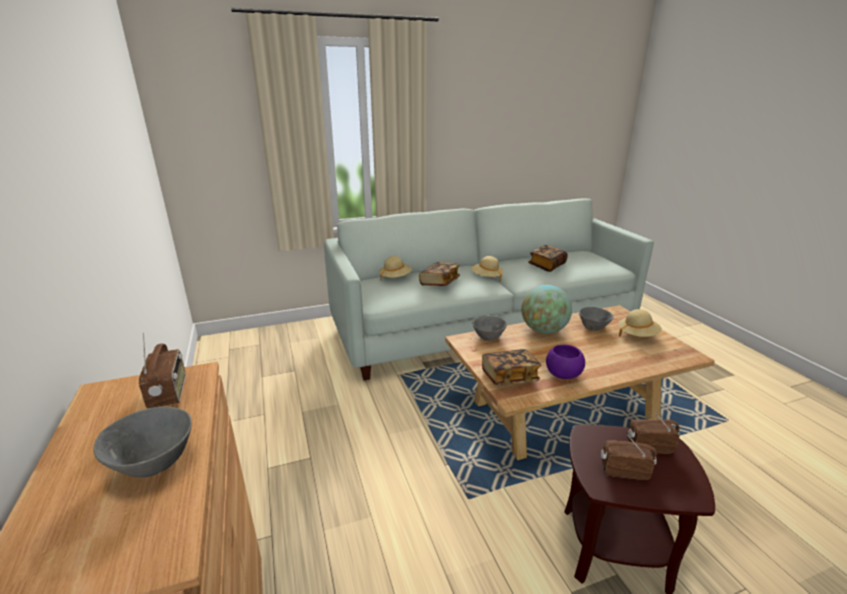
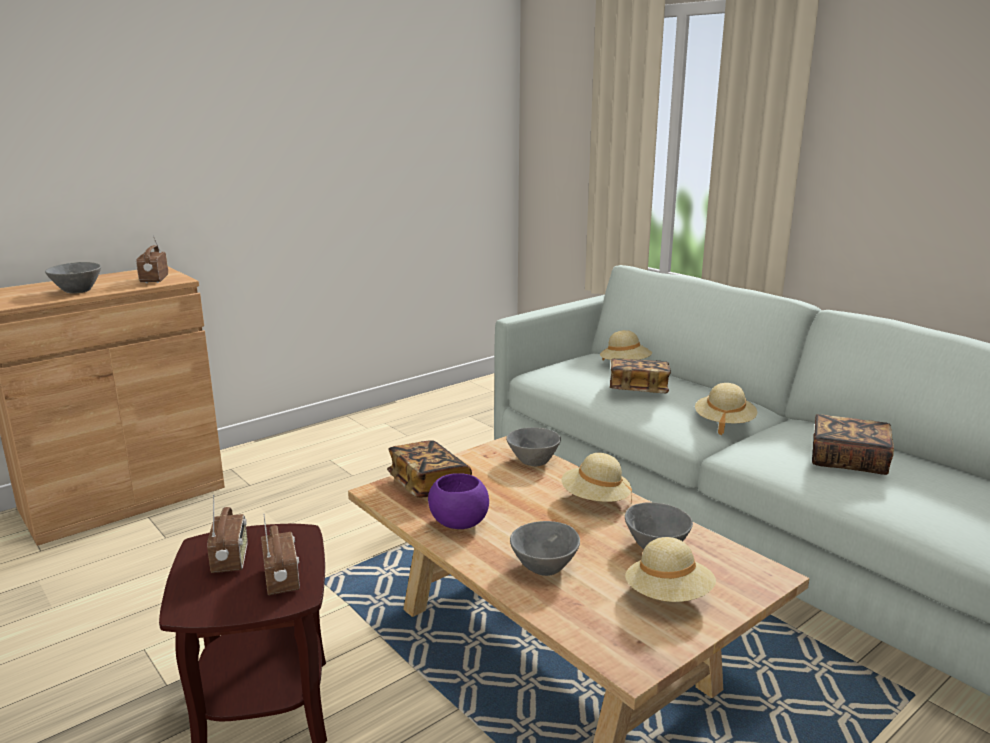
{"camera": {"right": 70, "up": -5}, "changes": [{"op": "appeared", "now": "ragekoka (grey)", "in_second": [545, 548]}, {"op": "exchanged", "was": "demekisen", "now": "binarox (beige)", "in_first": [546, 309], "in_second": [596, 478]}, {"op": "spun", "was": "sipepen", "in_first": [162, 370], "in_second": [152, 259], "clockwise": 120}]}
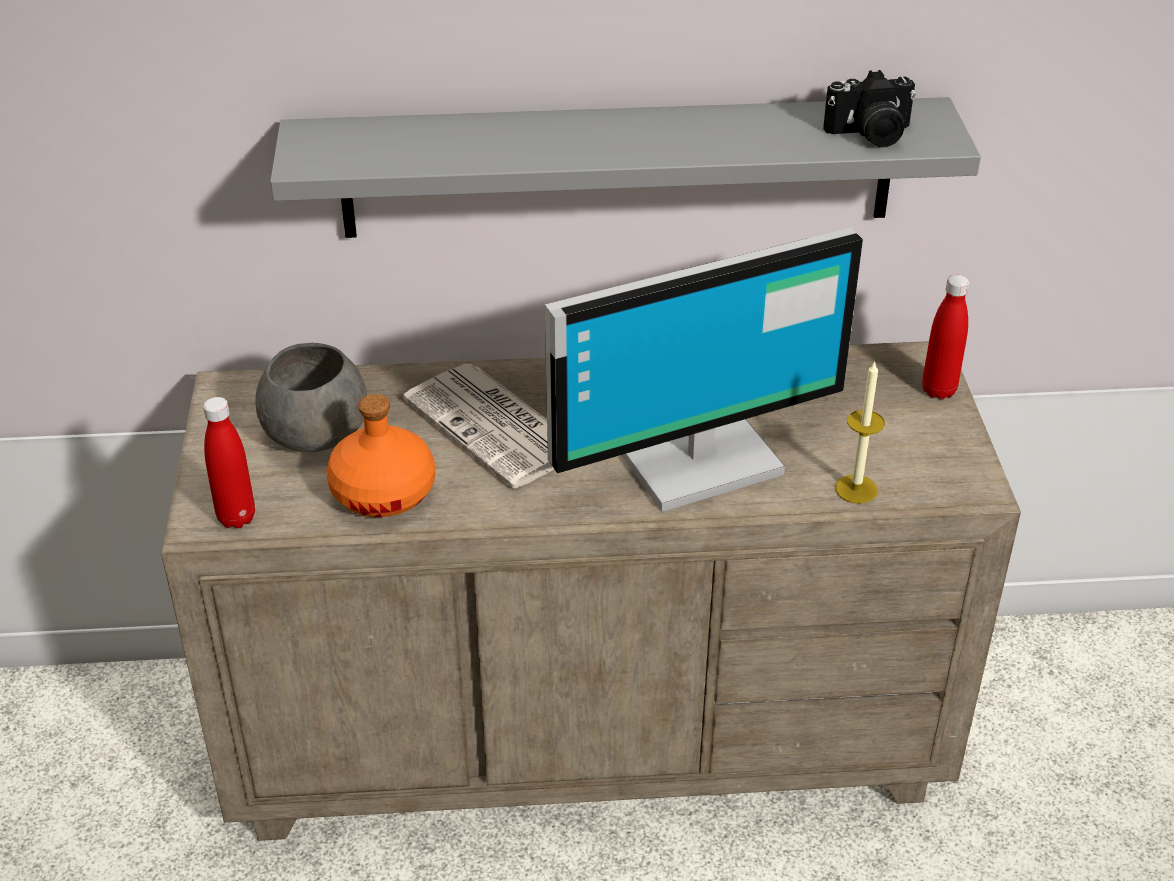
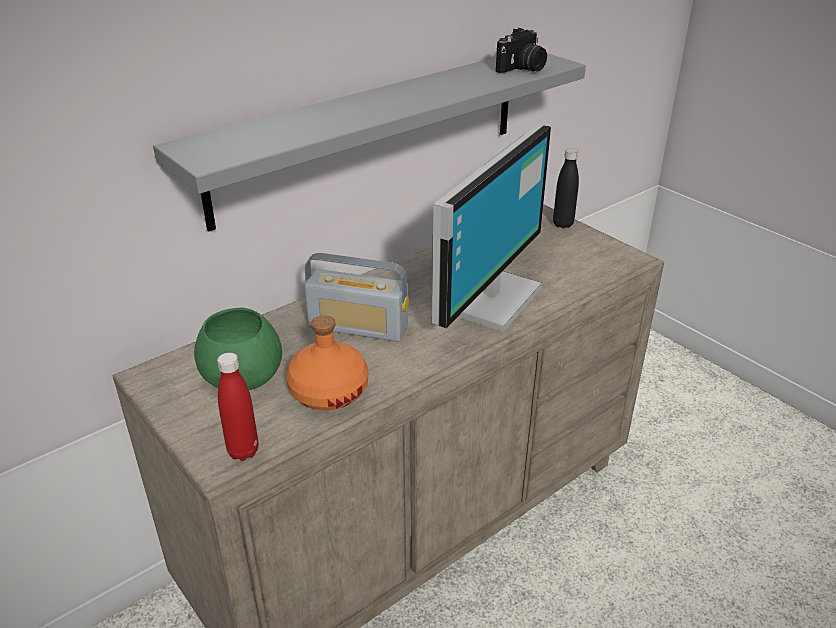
{"camera": {"right": -35, "up": -5}, "changes": [{"op": "missing", "was": "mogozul", "in_first": [860, 432]}, {"op": "exchanged", "was": "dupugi", "now": "sipepen", "in_first": [478, 426], "in_second": [356, 297]}, {"op": "colour", "was": "ragekoka (grey)", "now": "ragekoka (green)", "in_first": [311, 397], "in_second": [238, 349]}, {"op": "colour", "was": "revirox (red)", "now": "revirox (black)", "in_first": [945, 337], "in_second": [566, 188]}]}
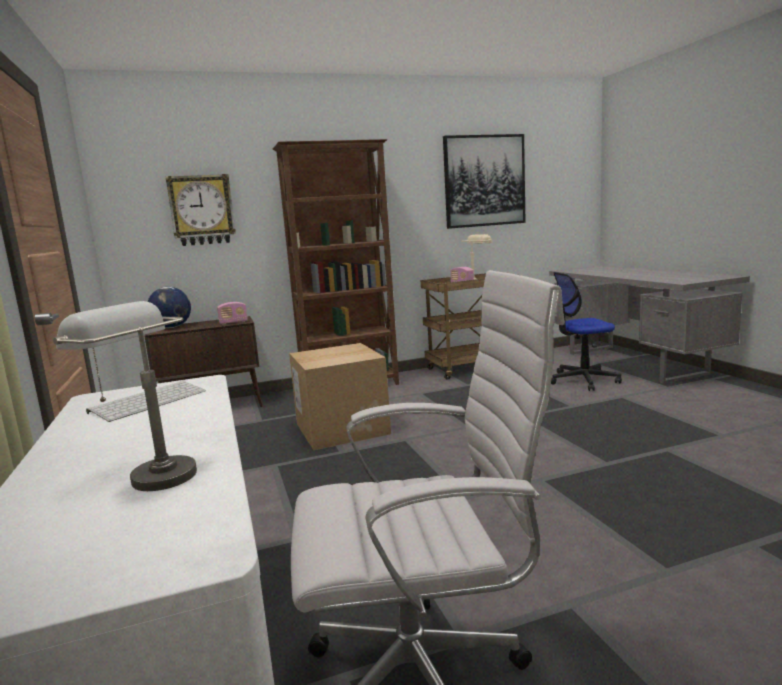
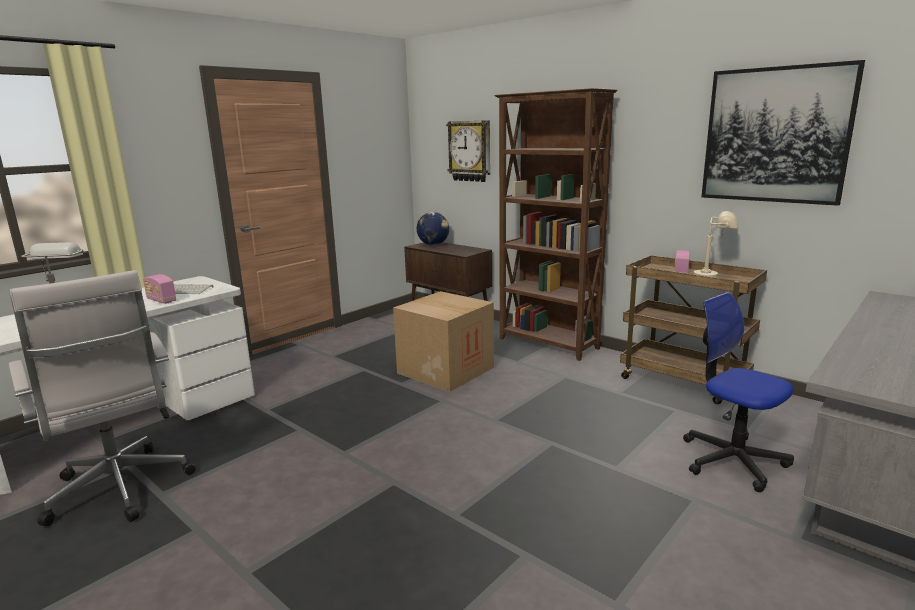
{"camera": {"right": 60, "up": 5}, "changes": [{"op": "relocated", "was": "sipepen", "in_first": [232, 313], "in_second": [159, 289]}]}
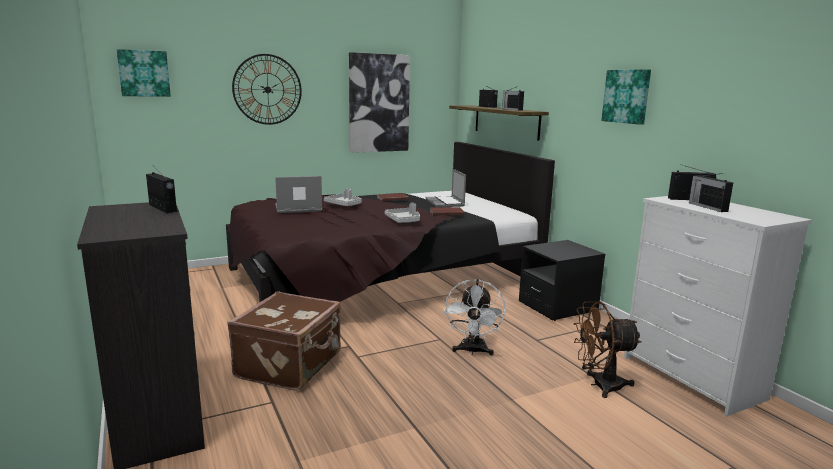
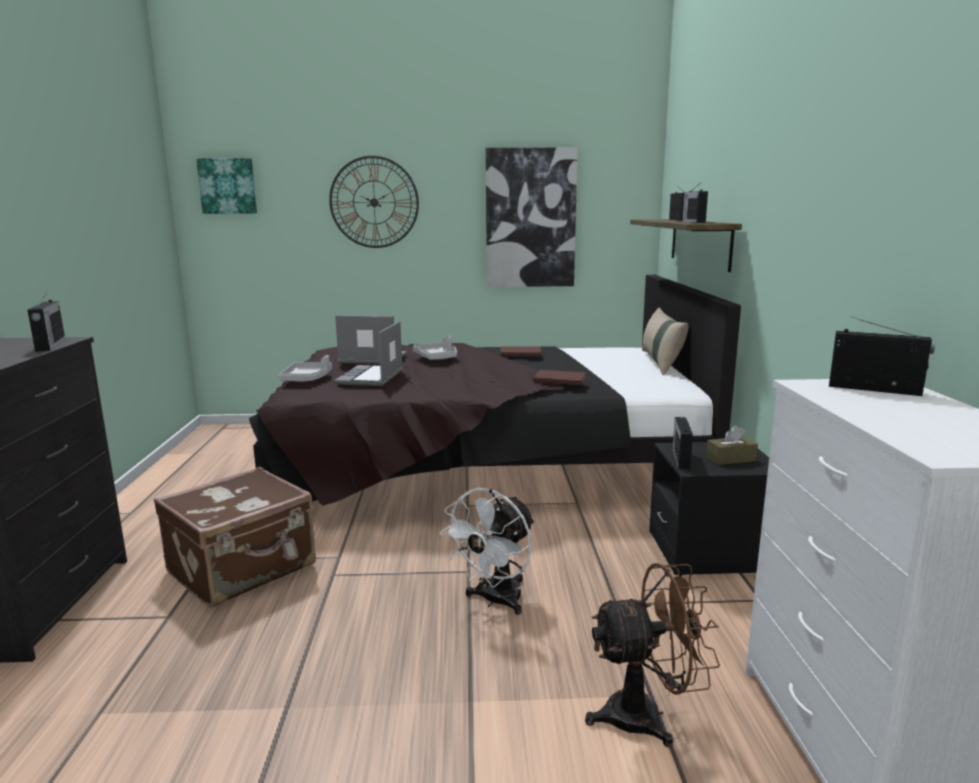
{"camera": {"right": 25, "up": 0}, "changes": [{"op": "missing", "was": "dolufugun", "in_first": [626, 97]}, {"op": "appeared", "now": "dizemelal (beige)", "in_second": [665, 341]}, {"op": "appeared", "now": "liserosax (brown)", "in_second": [732, 445]}, {"op": "relocated", "was": "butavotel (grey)", "in_first": [402, 213], "in_second": [305, 368]}, {"op": "relocated", "was": "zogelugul", "in_first": [445, 188], "in_second": [368, 353]}, {"op": "relocated", "was": "sipepen", "in_first": [711, 192], "in_second": [683, 443]}, {"op": "spun", "was": "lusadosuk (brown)", "in_first": [608, 350], "in_second": [652, 655], "clockwise": 150}]}
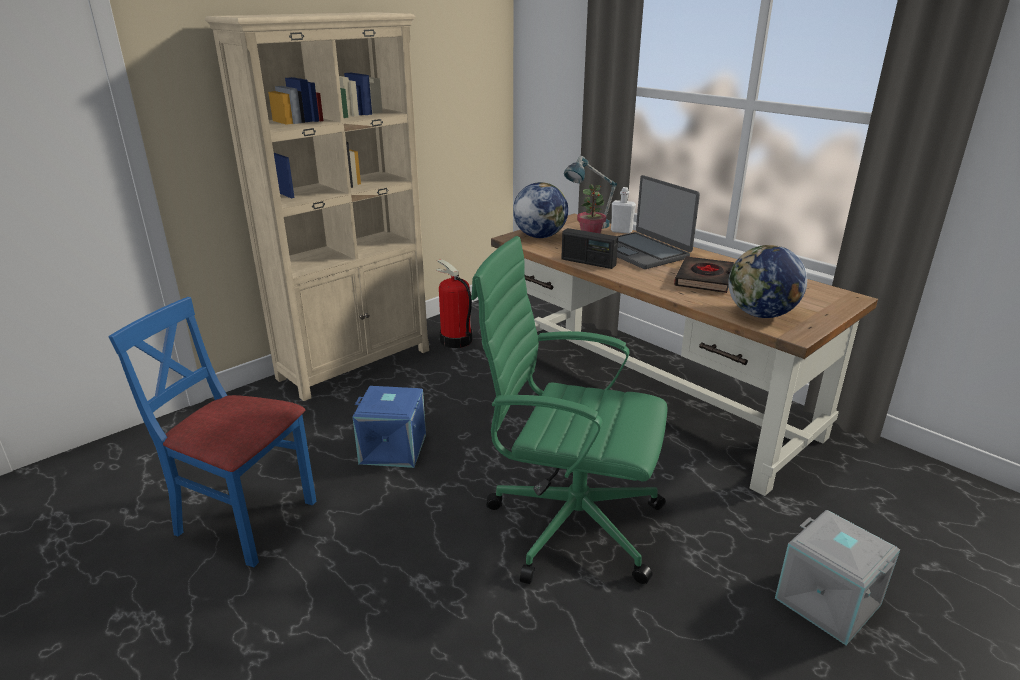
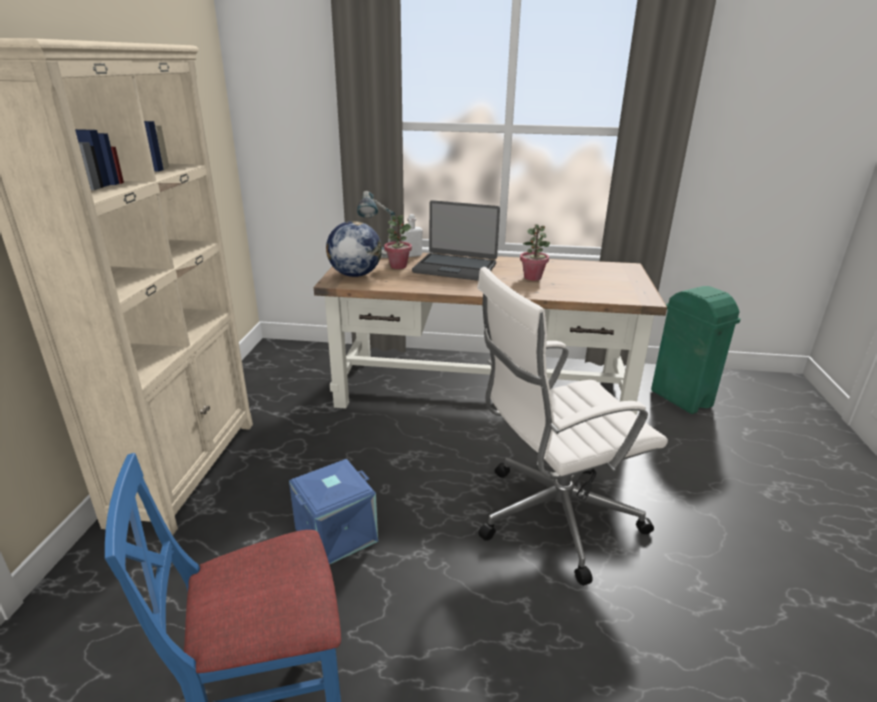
{"camera": {"right": -40, "up": 0}, "changes": [{"op": "missing", "was": "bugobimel", "in_first": [454, 303]}, {"op": "missing", "was": "sipepen", "in_first": [589, 248]}, {"op": "missing", "was": "demekisen", "in_first": [768, 281]}, {"op": "missing", "was": "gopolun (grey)", "in_first": [837, 577]}, {"op": "appeared", "now": "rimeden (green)", "in_second": [696, 350]}, {"op": "exchanged", "was": "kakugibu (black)", "now": "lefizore", "in_first": [704, 274], "in_second": [535, 252]}, {"op": "colour", "was": "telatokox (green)", "now": "telatokox (white)", "in_first": [569, 410], "in_second": [572, 426]}]}
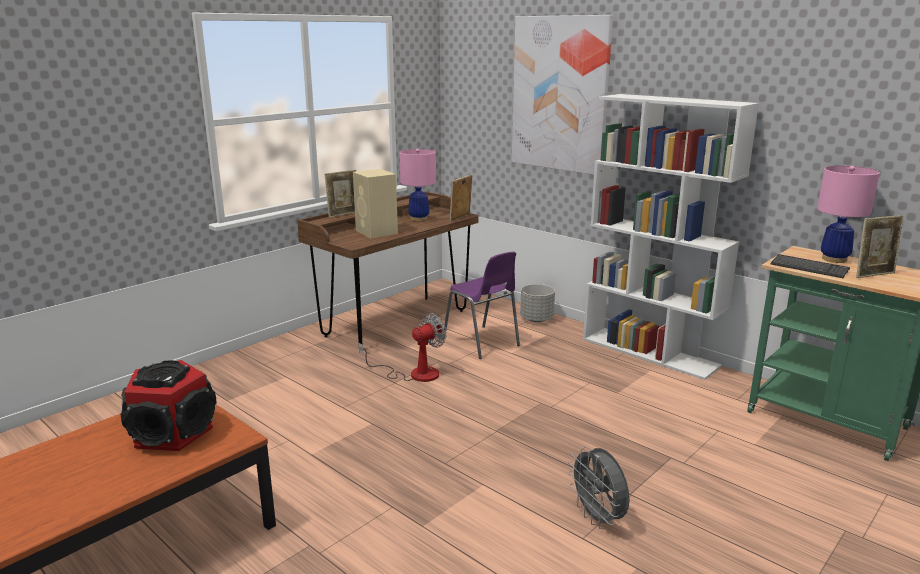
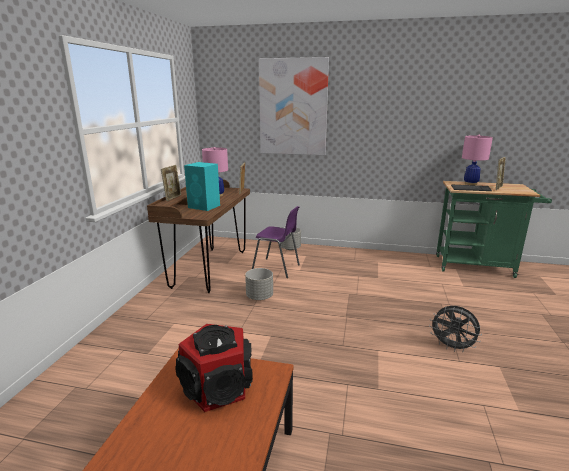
{"camera": {"right": -30, "up": 0}, "changes": [{"op": "missing", "was": "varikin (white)", "in_first": [671, 237]}, {"op": "exchanged", "was": "lusadosuk", "now": "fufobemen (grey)", "in_first": [402, 347], "in_second": [259, 284]}, {"op": "colour", "was": "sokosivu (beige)", "now": "sokosivu (turquoise)", "in_first": [375, 203], "in_second": [202, 186]}]}
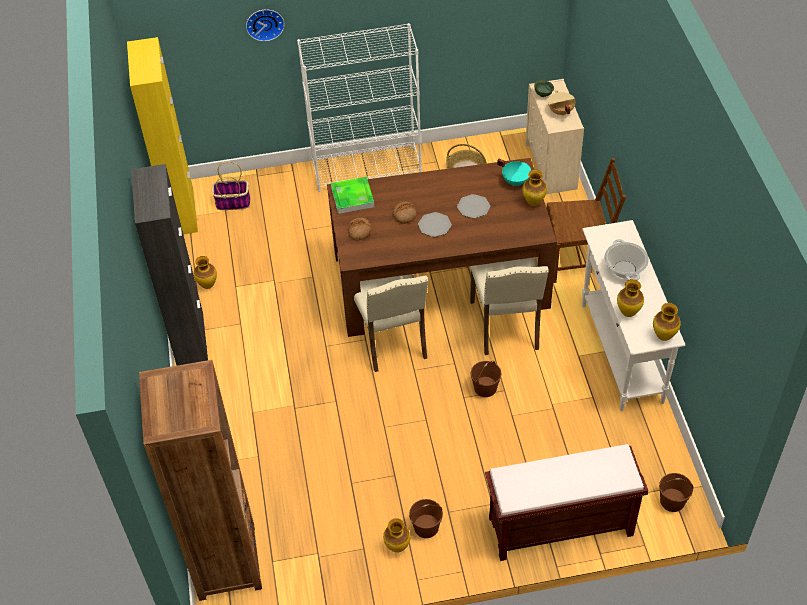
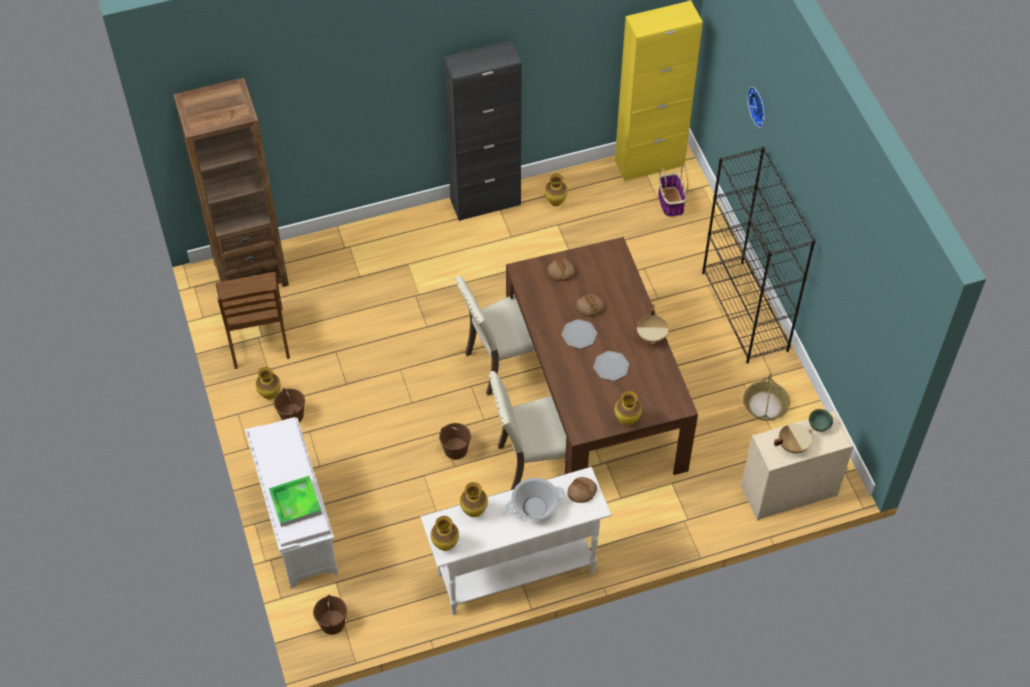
{"camera": {"right": 80, "up": 5}, "changes": [{"op": "missing", "was": "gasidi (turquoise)", "in_first": [514, 172]}, {"op": "appeared", "now": "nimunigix", "in_second": [582, 490]}, {"op": "appeared", "now": "gasidi (beige)", "in_second": [653, 324]}, {"op": "relocated", "was": "butavotel", "in_first": [352, 195], "in_second": [295, 501]}, {"op": "relocated", "was": "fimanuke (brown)", "in_first": [586, 220], "in_second": [252, 320]}, {"op": "colour", "was": "varikin (white)", "now": "varikin (black)", "in_first": [359, 107], "in_second": [759, 255]}, {"op": "colour", "was": "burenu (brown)", "now": "burenu (white)", "in_first": [566, 502], "in_second": [291, 502]}]}
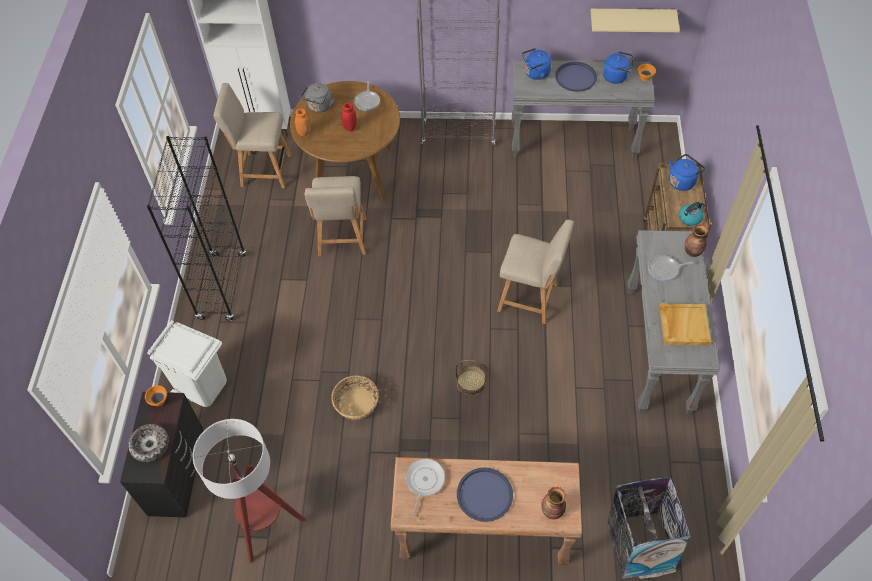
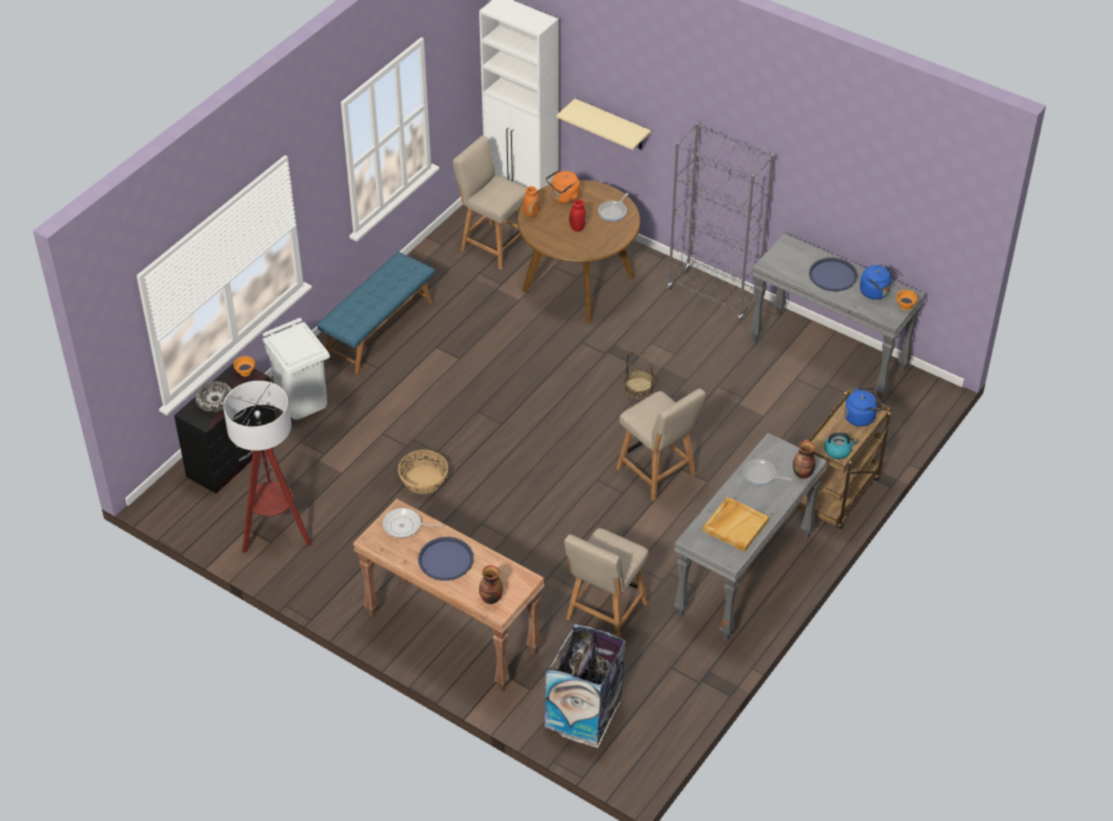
{"camera": {"right": 30, "up": -10}, "changes": [{"op": "missing", "was": "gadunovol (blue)", "in_first": [536, 64]}, {"op": "relocated", "was": "fimanuke (beige)", "in_first": [336, 216], "in_second": [606, 583]}, {"op": "relocated", "was": "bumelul", "in_first": [471, 378], "in_second": [639, 375]}, {"op": "relocated", "was": "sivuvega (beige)", "in_first": [635, 20], "in_second": [603, 124]}, {"op": "exchanged", "was": "varikin (black)", "now": "burenu (blue)", "in_first": [196, 228], "in_second": [376, 313]}, {"op": "colour", "was": "gadunovol (grey)", "now": "gadunovol (orange)", "in_first": [318, 98], "in_second": [563, 187]}, {"op": "spun", "was": "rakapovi", "in_first": [425, 488], "in_second": [412, 523], "clockwise": -135}]}
